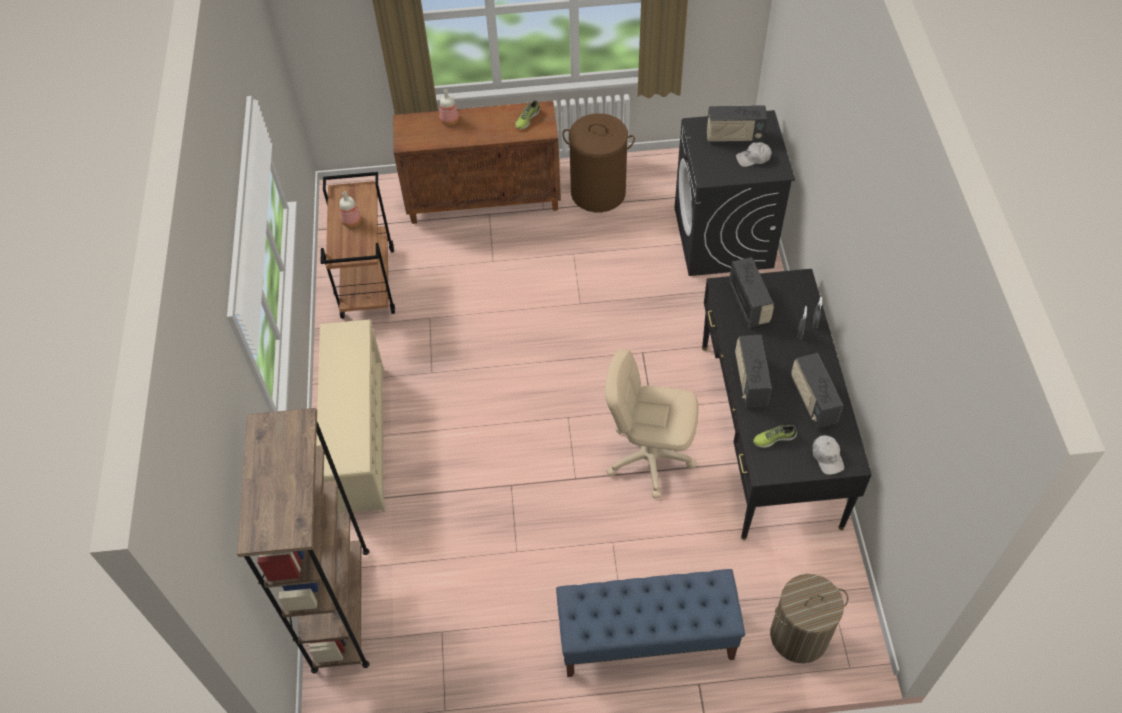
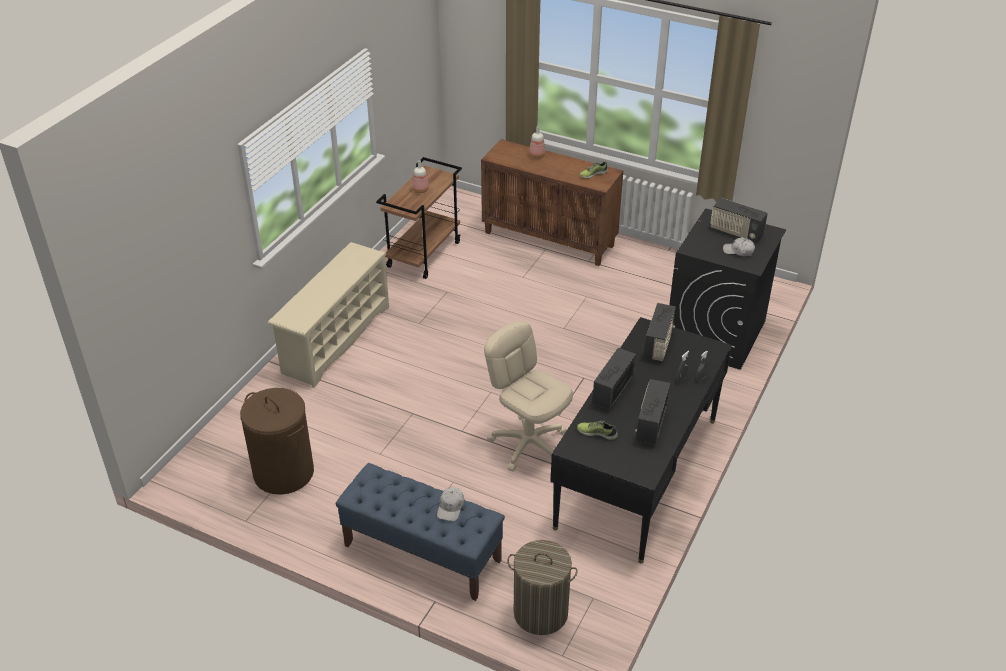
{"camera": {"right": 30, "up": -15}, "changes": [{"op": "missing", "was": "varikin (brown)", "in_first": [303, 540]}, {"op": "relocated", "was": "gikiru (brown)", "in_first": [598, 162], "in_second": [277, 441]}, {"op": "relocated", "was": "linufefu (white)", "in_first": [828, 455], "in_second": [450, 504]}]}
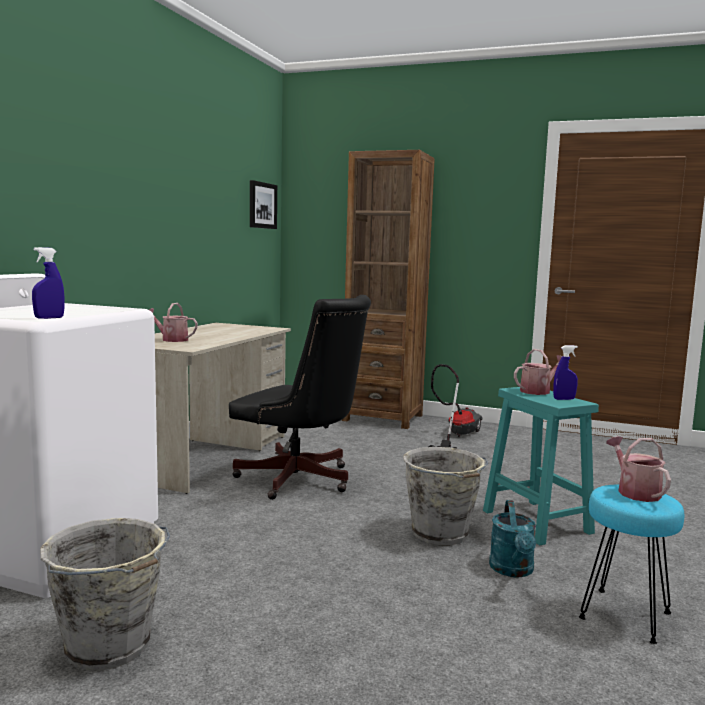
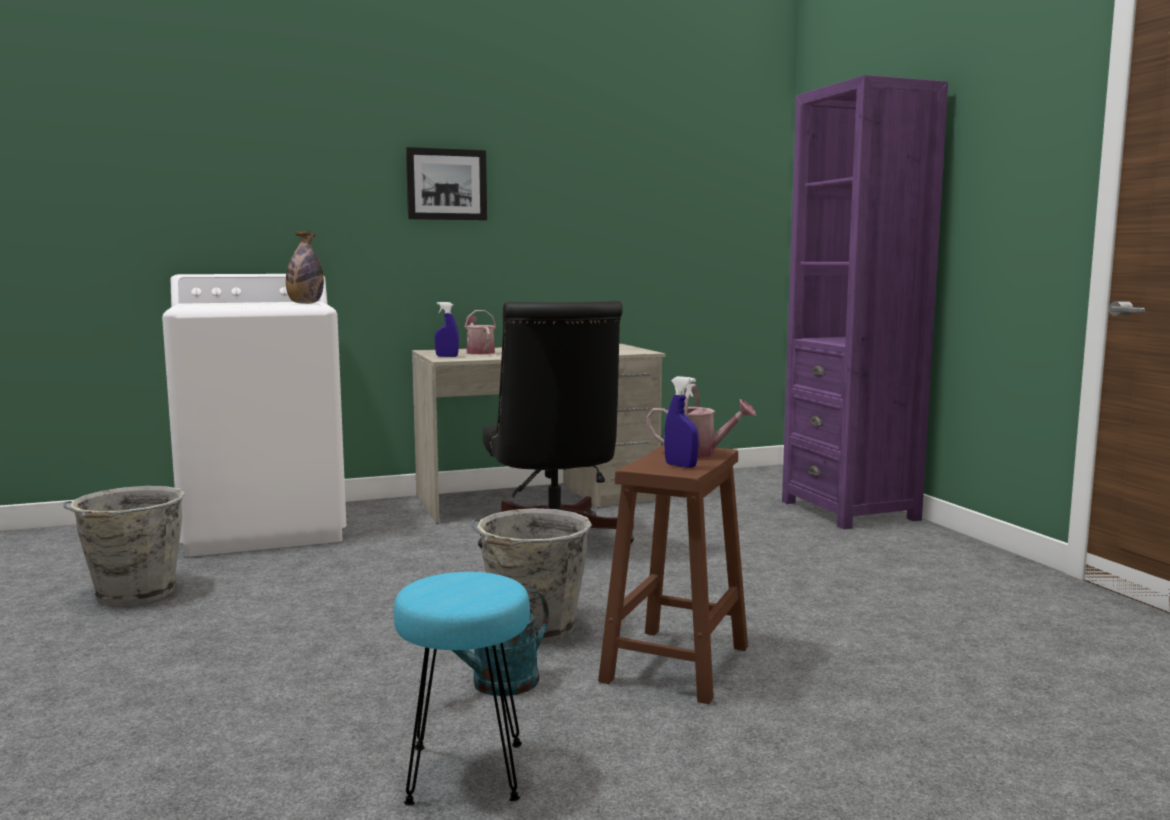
{"camera": {"right": 50, "up": 0}, "changes": [{"op": "missing", "was": "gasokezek", "in_first": [455, 406]}, {"op": "missing", "was": "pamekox", "in_first": [638, 469]}, {"op": "appeared", "now": "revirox", "in_second": [305, 267]}, {"op": "relocated", "was": "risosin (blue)", "in_first": [48, 283], "in_second": [447, 329]}, {"op": "relocated", "was": "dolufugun", "in_first": [263, 204], "in_second": [446, 183]}, {"op": "colour", "was": "varikin (brown)", "now": "varikin (purple)", "in_first": [388, 289], "in_second": [865, 302]}, {"op": "colour", "was": "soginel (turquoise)", "now": "soginel (brown)", "in_first": [541, 466], "in_second": [673, 574]}]}
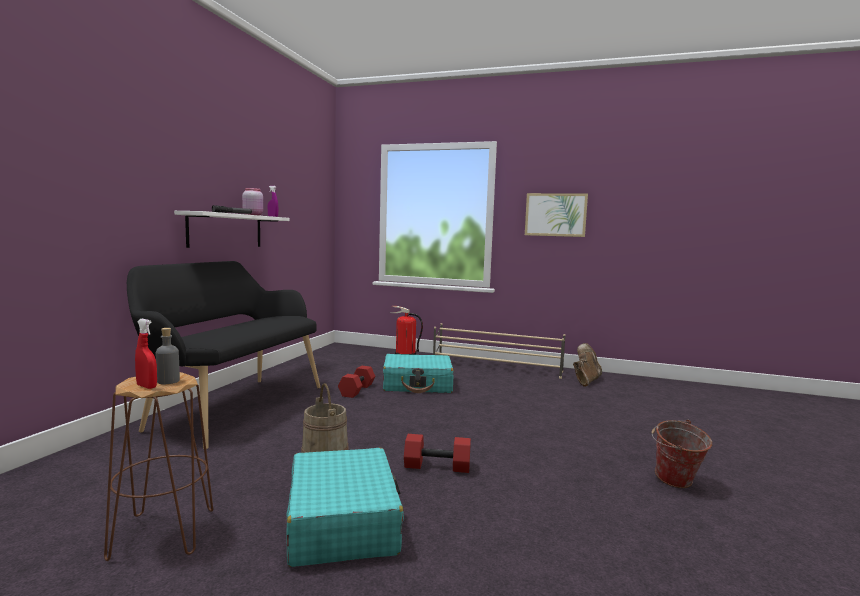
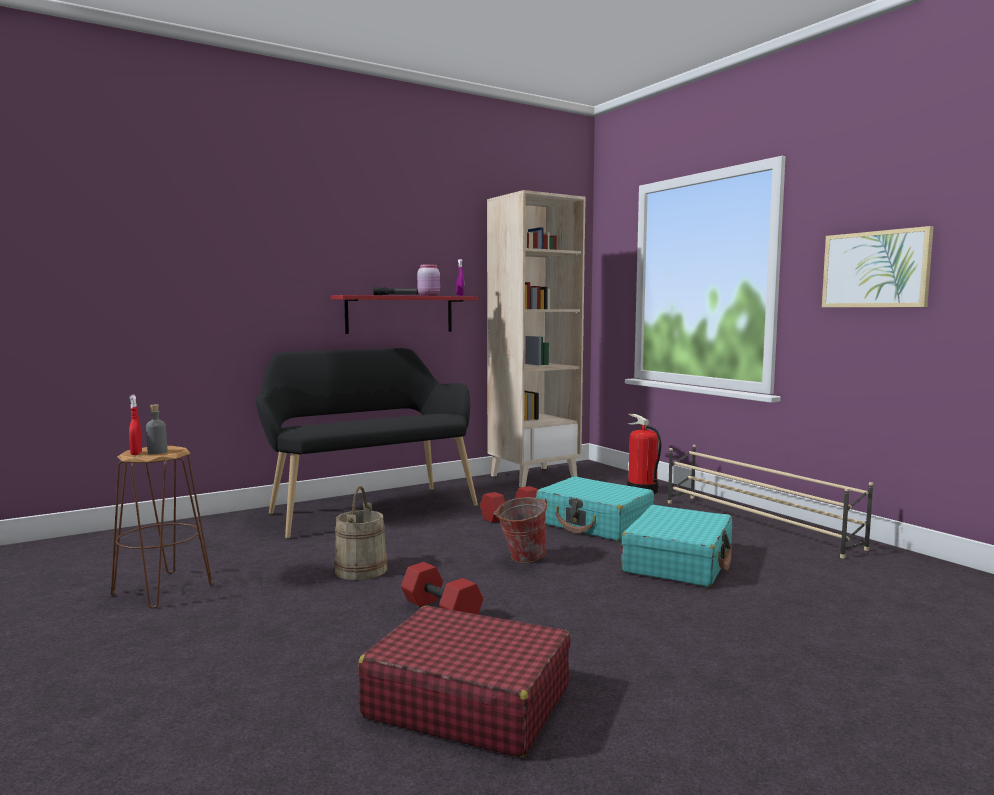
{"camera": {"right": 40, "up": 0}, "changes": [{"op": "missing", "was": "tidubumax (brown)", "in_first": [587, 365]}, {"op": "appeared", "now": "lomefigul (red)", "in_second": [464, 681]}, {"op": "appeared", "now": "varikin (beige)", "in_second": [536, 338]}, {"op": "relocated", "was": "lomefigul (turquoise)", "in_first": [345, 507], "in_second": [676, 546]}, {"op": "relocated", "was": "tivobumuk", "in_first": [681, 454], "in_second": [520, 530]}, {"op": "colour", "was": "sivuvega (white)", "now": "sivuvega (red)", "in_first": [232, 229], "in_second": [405, 314]}]}
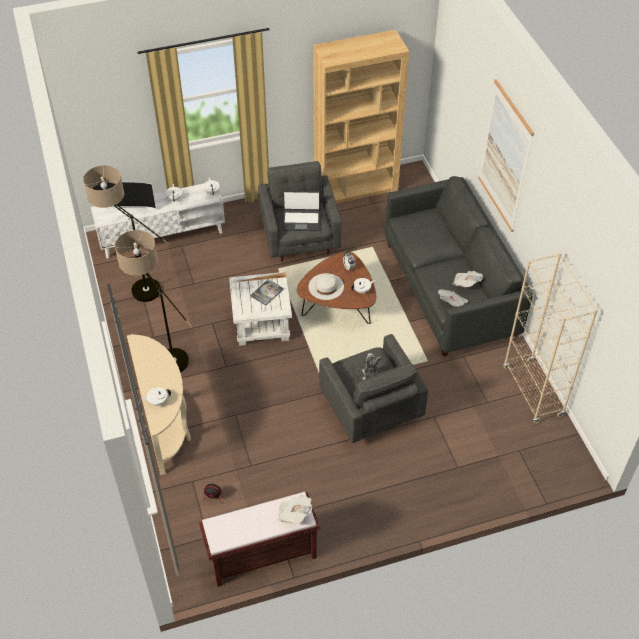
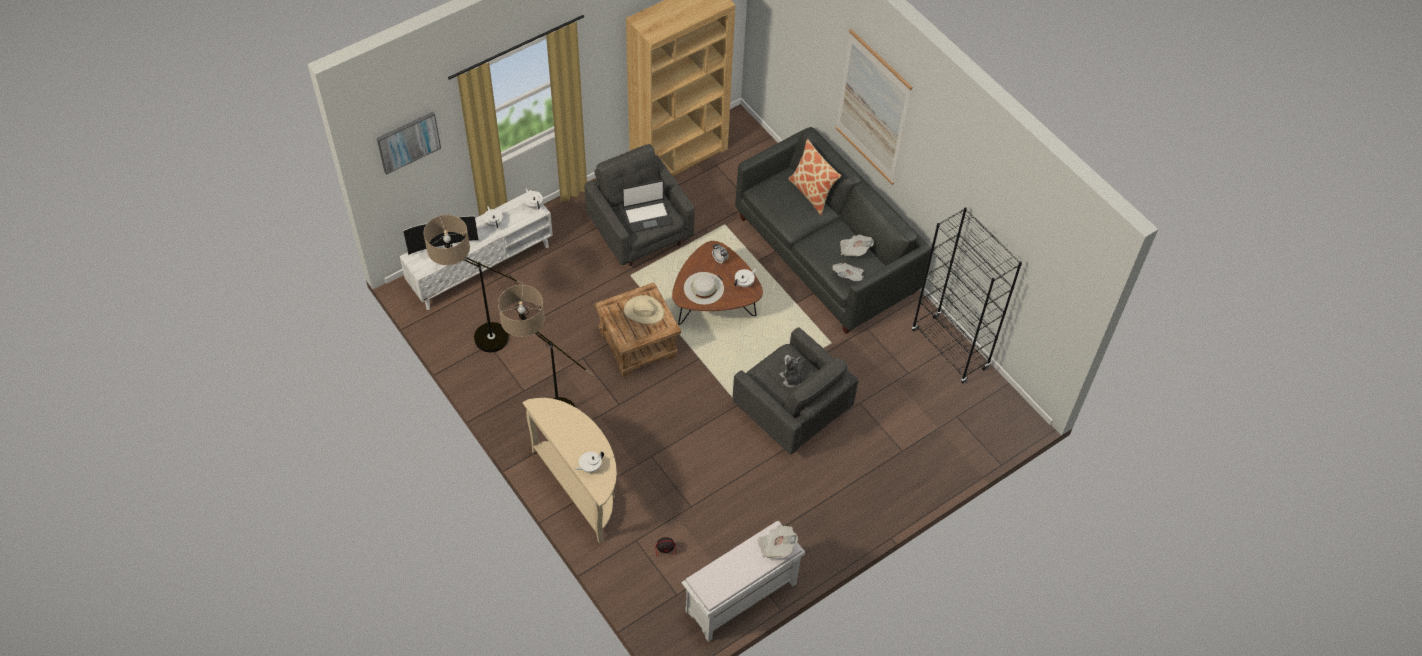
{"camera": {"right": -20, "up": 5}, "changes": [{"op": "appeared", "now": "dolufugun", "in_second": [409, 143]}, {"op": "appeared", "now": "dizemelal", "in_second": [814, 177]}, {"op": "exchanged", "was": "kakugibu", "now": "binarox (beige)", "in_first": [267, 292], "in_second": [644, 309]}, {"op": "colour", "was": "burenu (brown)", "now": "burenu (white)", "in_first": [259, 539], "in_second": [743, 581]}, {"op": "colour", "was": "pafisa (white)", "now": "pafisa (brown)", "in_first": [260, 309], "in_second": [637, 329]}, {"op": "colour", "was": "varikin (beige)", "now": "varikin (black)", "in_first": [550, 338], "in_second": [967, 295]}]}
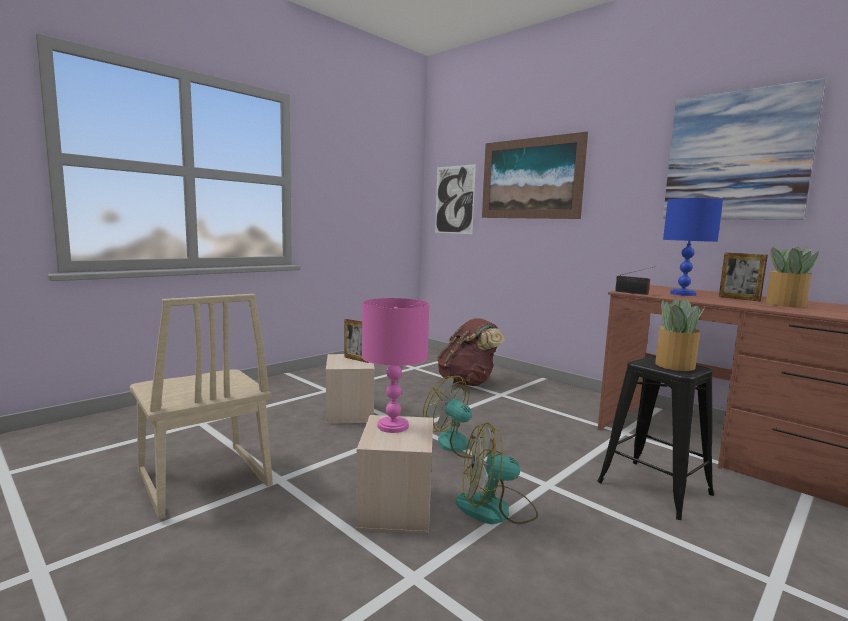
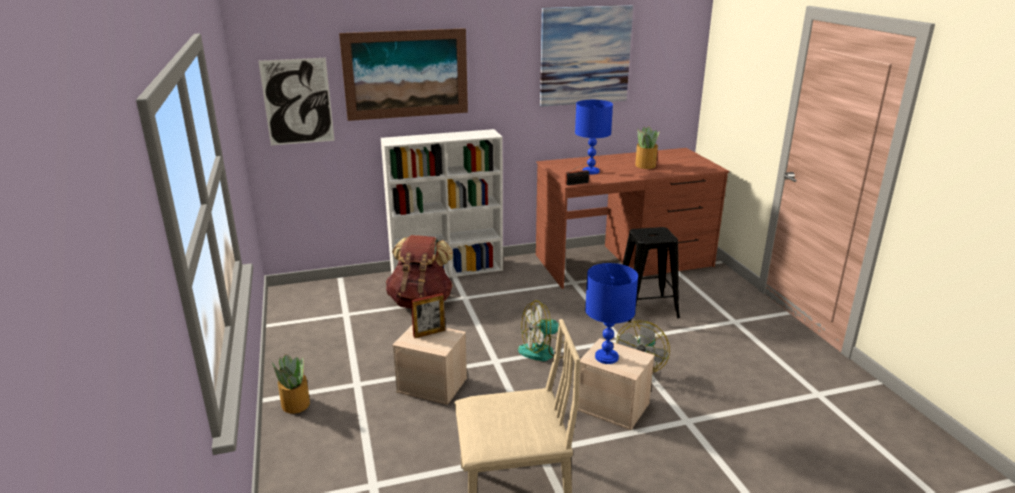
{"camera": {"right": -60, "up": 15}, "changes": [{"op": "missing", "was": "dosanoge", "in_first": [743, 277]}, {"op": "appeared", "now": "varikin (white)", "in_second": [442, 203]}, {"op": "relocated", "was": "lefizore", "in_first": [680, 334], "in_second": [291, 384]}, {"op": "colour", "was": "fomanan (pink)", "now": "fomanan (blue)", "in_first": [395, 365], "in_second": [611, 313]}]}
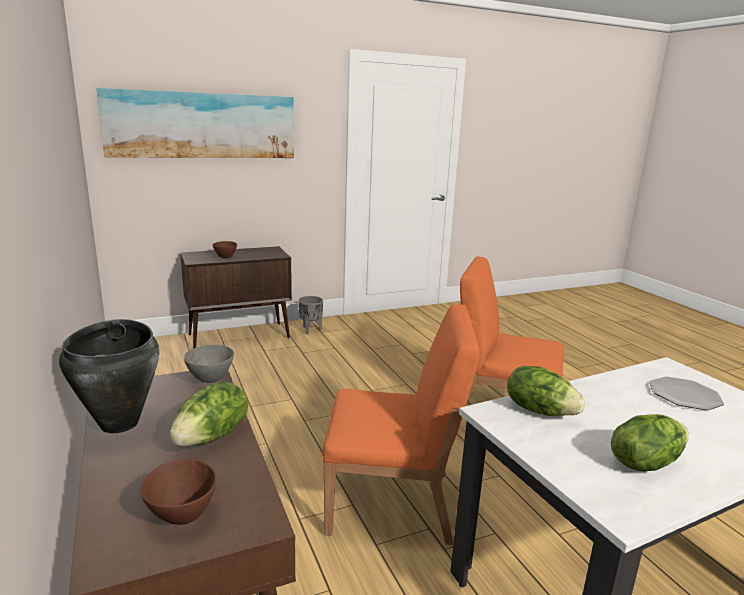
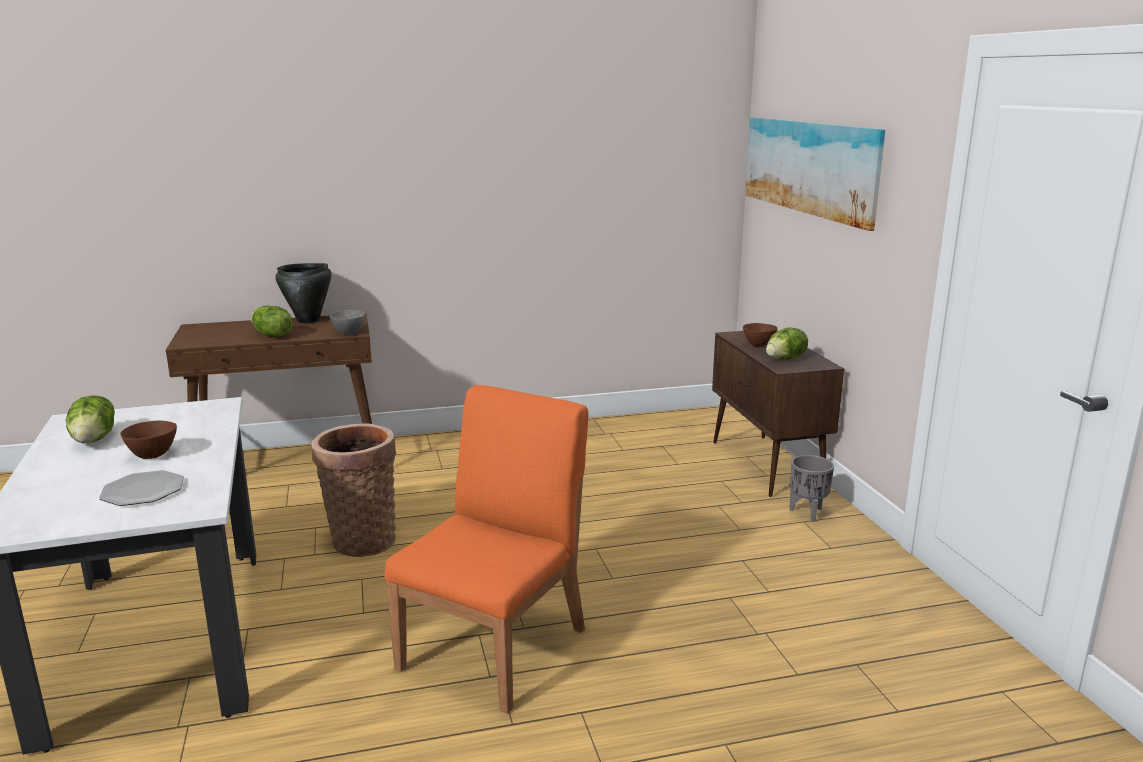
{"camera": {"right": 100, "up": 0}, "changes": [{"op": "relocated", "was": "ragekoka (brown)", "in_first": [178, 492], "in_second": [148, 439]}, {"op": "relocated", "was": "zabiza", "in_first": [546, 391], "in_second": [787, 344]}, {"op": "exchanged", "was": "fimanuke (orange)", "now": "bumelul", "in_first": [400, 424], "in_second": [353, 490]}]}
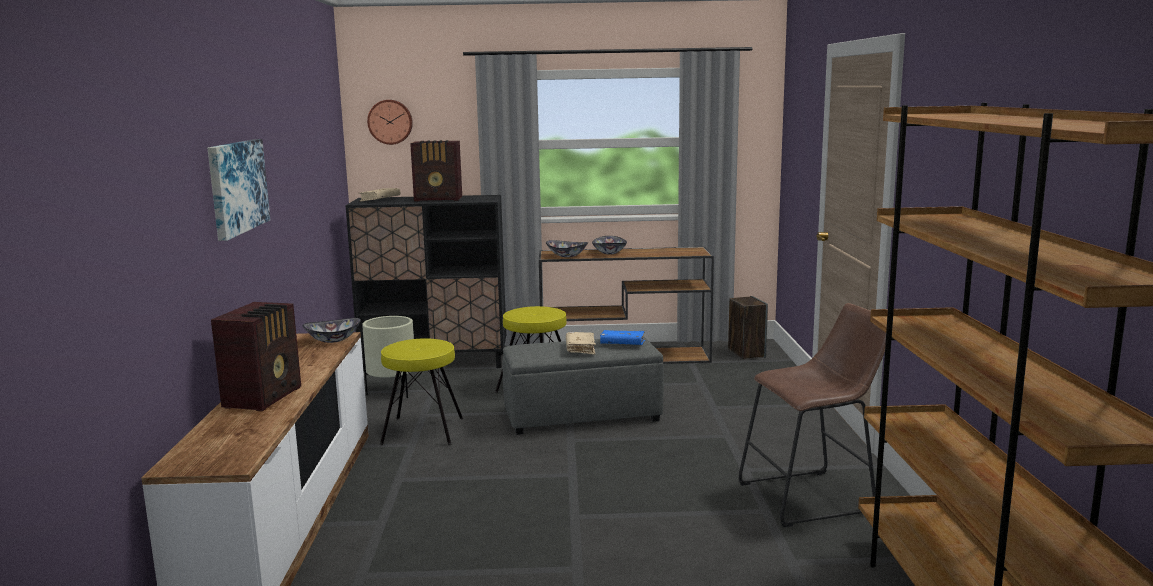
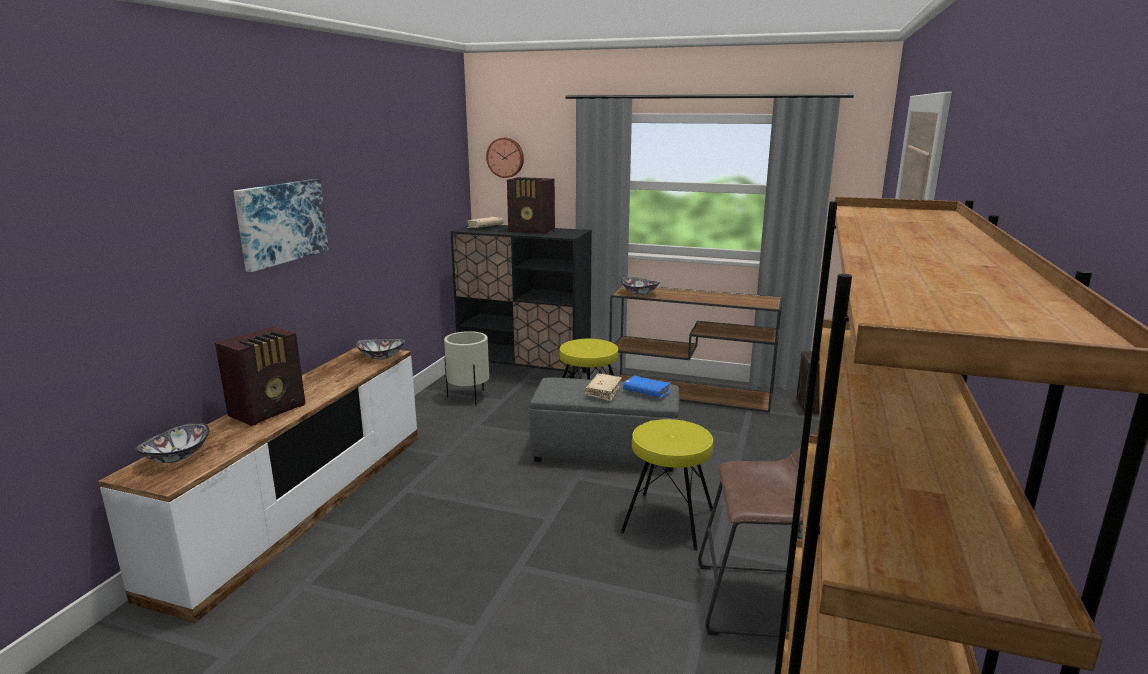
{"camera": {"right": 20, "up": 5}, "changes": [{"op": "relocated", "was": "soginel (yellow)", "in_first": [421, 391], "in_second": [667, 485]}, {"op": "relocated", "was": "ragekoka", "in_first": [609, 245], "in_second": [172, 442]}]}
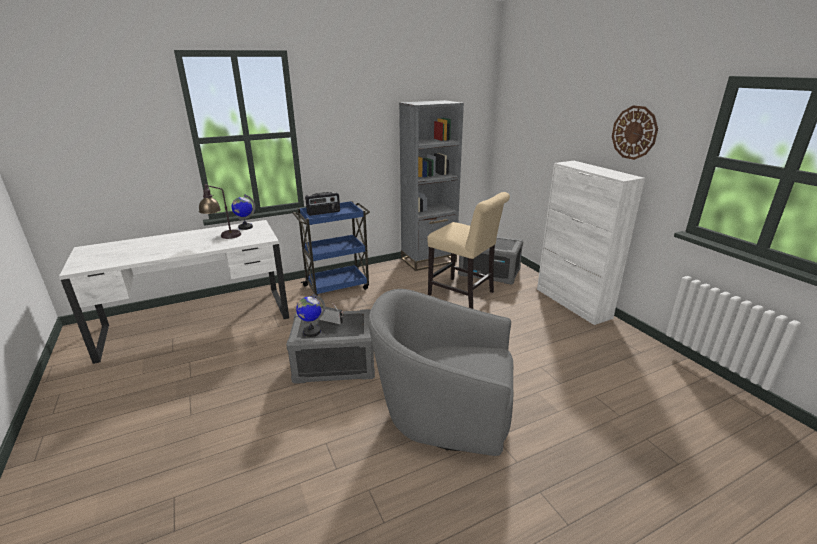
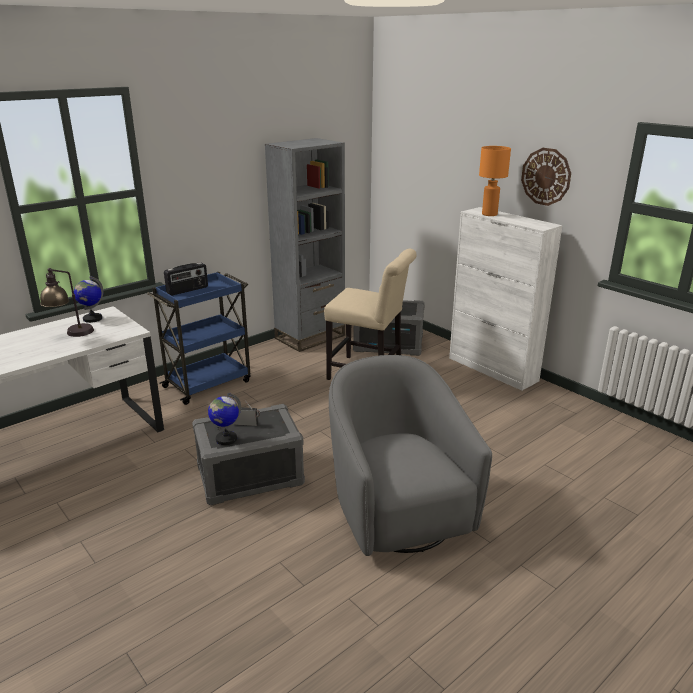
{"camera": {"right": -15, "up": 0}, "changes": [{"op": "appeared", "now": "fomanan (orange)", "in_second": [495, 181]}, {"op": "spun", "was": "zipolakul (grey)", "in_first": [440, 372], "in_second": [410, 455], "clockwise": 75}]}
